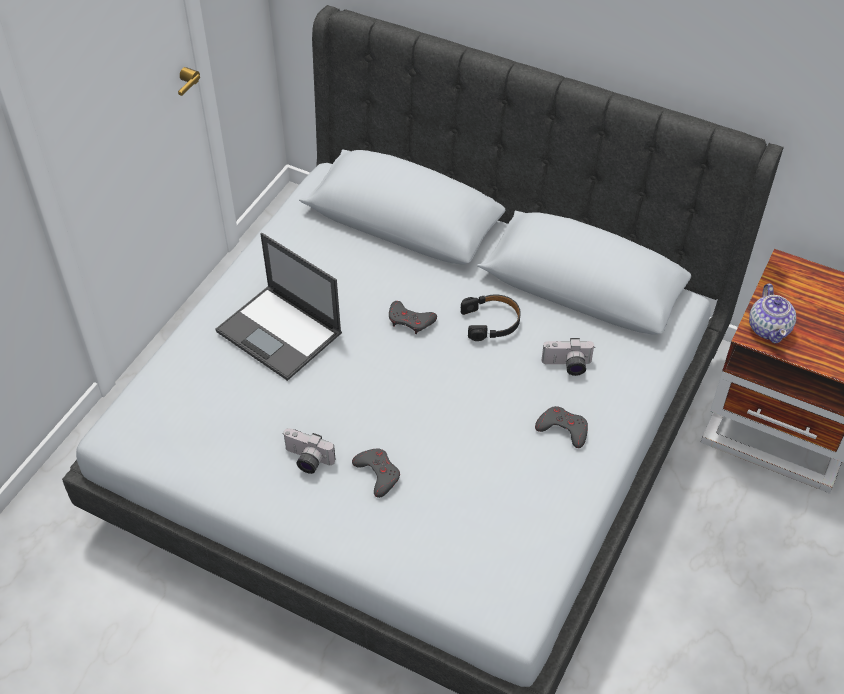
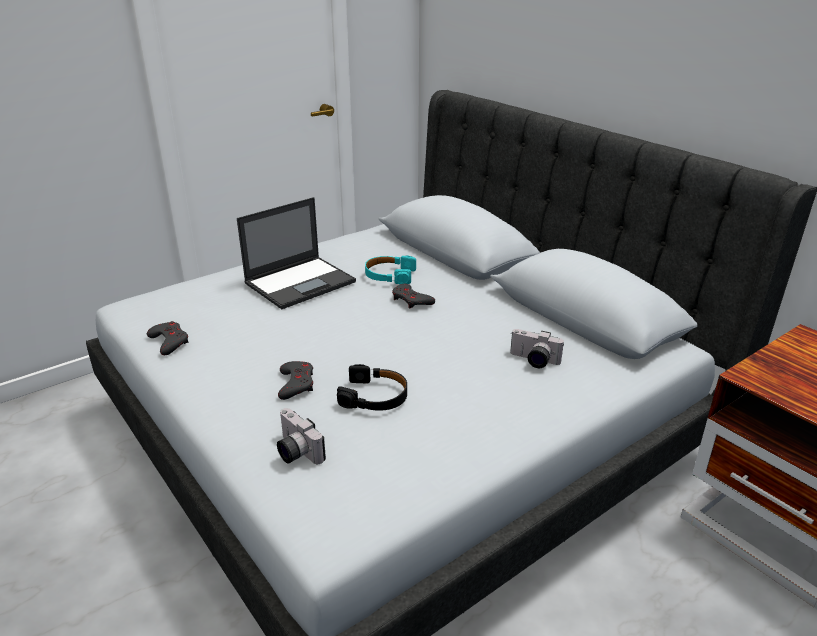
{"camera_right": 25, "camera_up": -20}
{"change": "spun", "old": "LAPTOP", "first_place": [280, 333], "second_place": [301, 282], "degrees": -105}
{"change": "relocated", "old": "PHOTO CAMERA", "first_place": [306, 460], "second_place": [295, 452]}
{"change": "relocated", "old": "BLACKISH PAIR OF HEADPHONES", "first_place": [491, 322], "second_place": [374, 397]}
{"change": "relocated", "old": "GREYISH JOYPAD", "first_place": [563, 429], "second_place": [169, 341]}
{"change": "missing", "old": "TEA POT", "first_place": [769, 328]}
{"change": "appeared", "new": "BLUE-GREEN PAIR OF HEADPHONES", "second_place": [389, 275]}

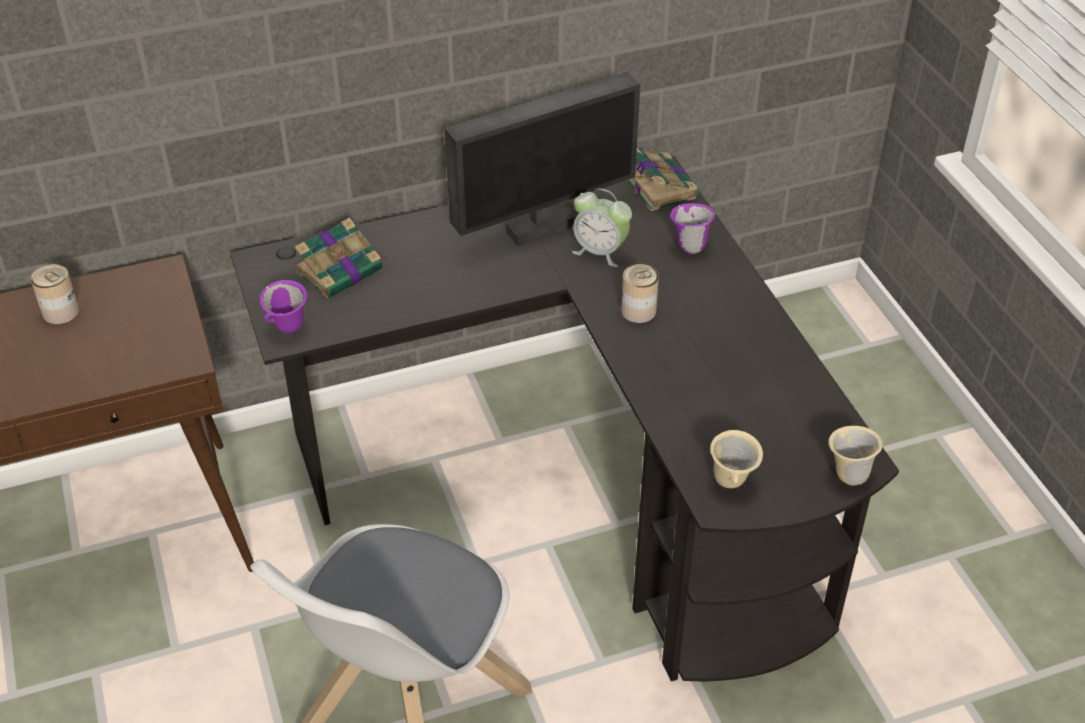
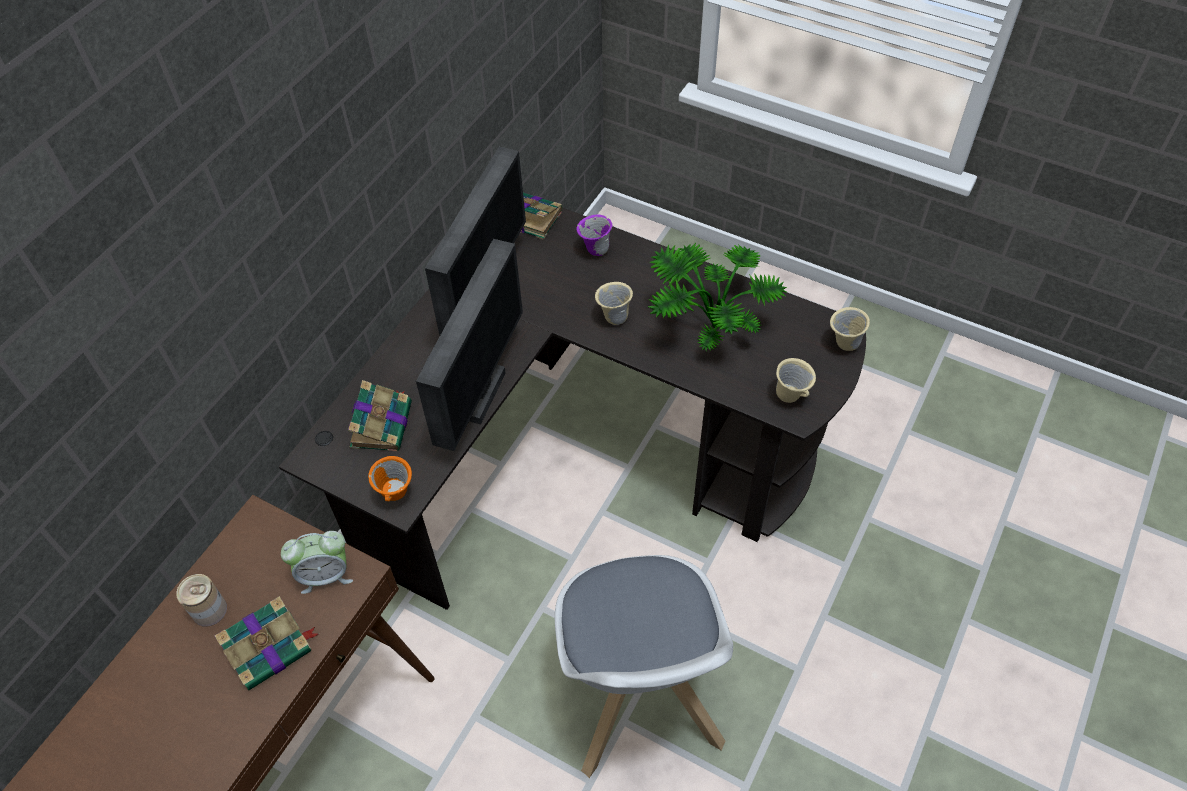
{"camera_right": -40, "camera_up": 10}
{"change": "colour", "old": "PURPLE-COLOURED TEA MUG", "new": "ORANGE TEA MUG", "first_place": [288, 329], "second_place": [396, 495]}
{"change": "relocated", "old": "ALARM CLOCK", "first_place": [600, 252], "second_place": [325, 575]}
{"change": "exchanged", "old": "CAN", "new": "SAND-COLOURED TEA MUG", "first_place": [638, 311], "second_place": [613, 317]}
{"change": "appeared", "new": "BOOK", "second_place": [270, 648]}
{"change": "appeared", "new": "COMPUTER DISPLAY", "second_place": [480, 395]}
{"change": "appeared", "new": "HOUSEPLANT", "second_place": [707, 323]}

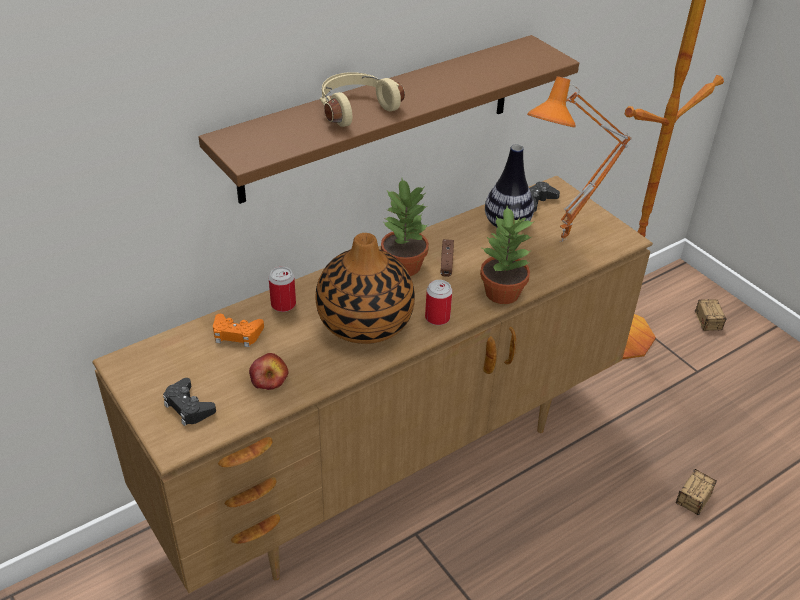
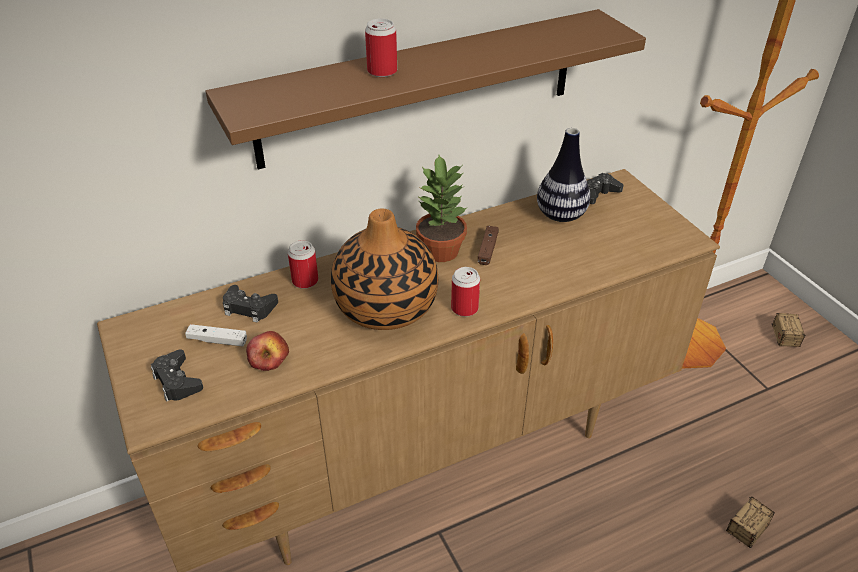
{"camera_right": 10, "camera_up": 0}
{"change": "colour", "old": "ORANGE JOYPAD", "new": "BLACKISH JOYPAD", "first_place": [236, 334], "second_place": [249, 308]}
{"change": "exchanged", "old": "SAND-COLOURED PAIR OF HEADPHONES", "new": "CAN", "first_place": [355, 108], "second_place": [382, 71]}
{"change": "missing", "old": "HOUSEPLANT", "first_place": [502, 293]}
{"change": "missing", "old": "ORANGE TABLE LAMP", "first_place": [565, 242]}
{"change": "appeared", "new": "WHITE JOYPAD", "second_place": [217, 340]}

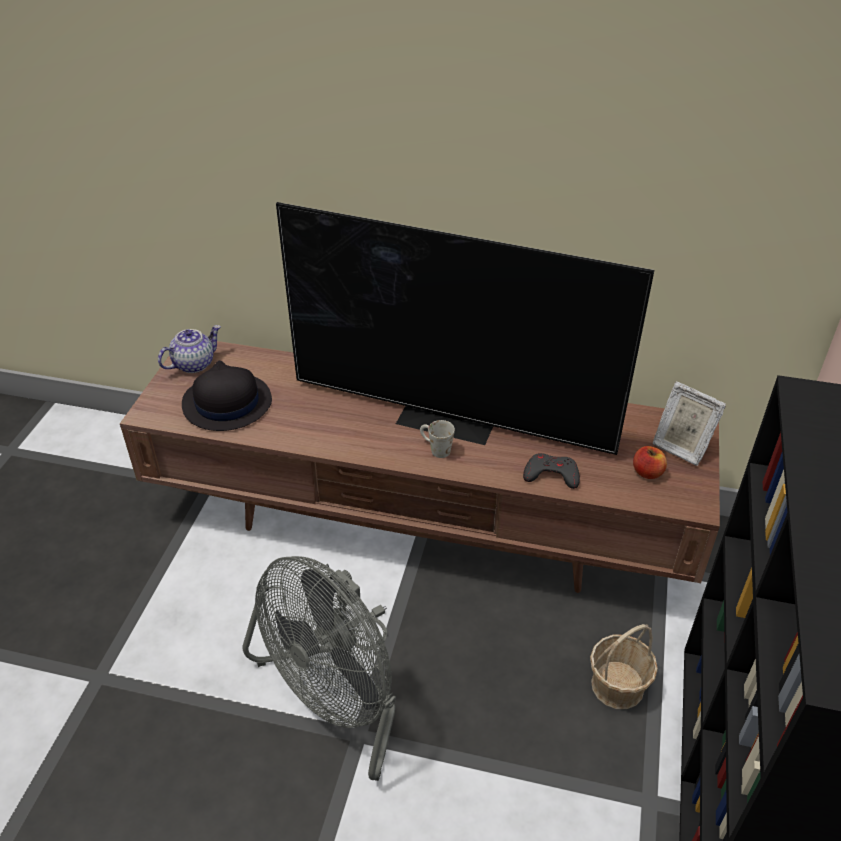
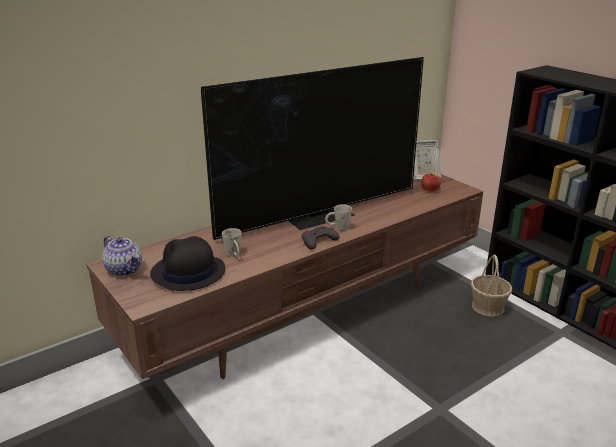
{"camera_right": -50, "camera_up": -15}
{"change": "spun", "old": "TEA POT", "first_place": [194, 363], "second_place": [125, 269], "degrees": 135}
{"change": "missing", "old": "GREYISH FAN", "first_place": [338, 690]}
{"change": "relocated", "old": "GREYISH JOYPAD", "first_place": [551, 474], "second_place": [318, 241]}
{"change": "appeared", "new": "WHITE TEA MUG", "second_place": [234, 255]}

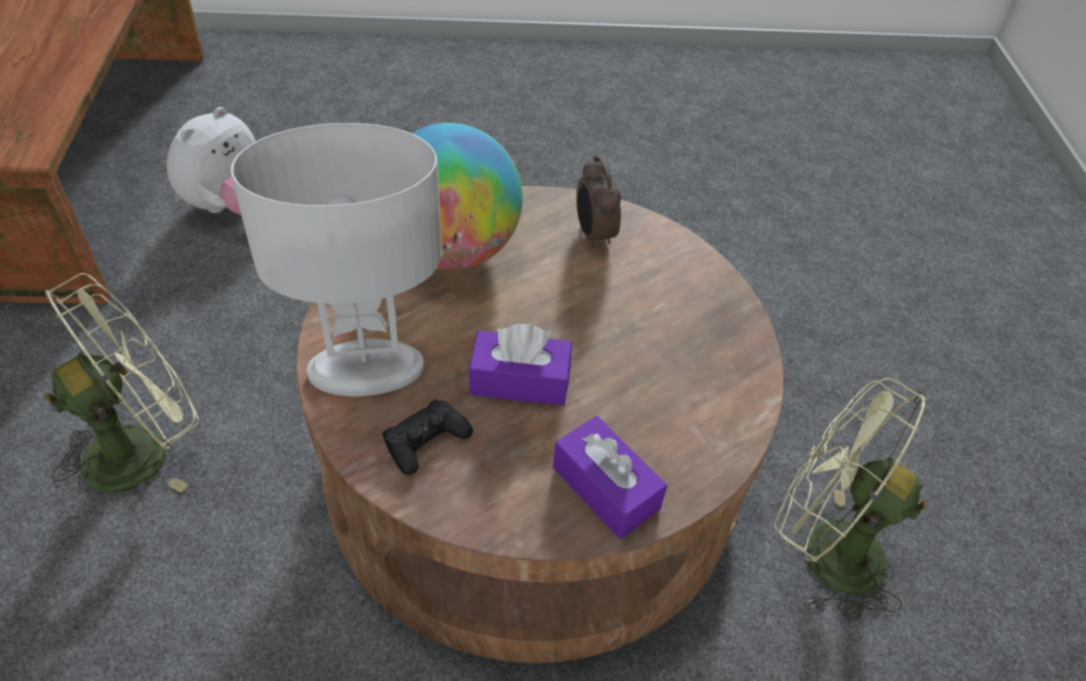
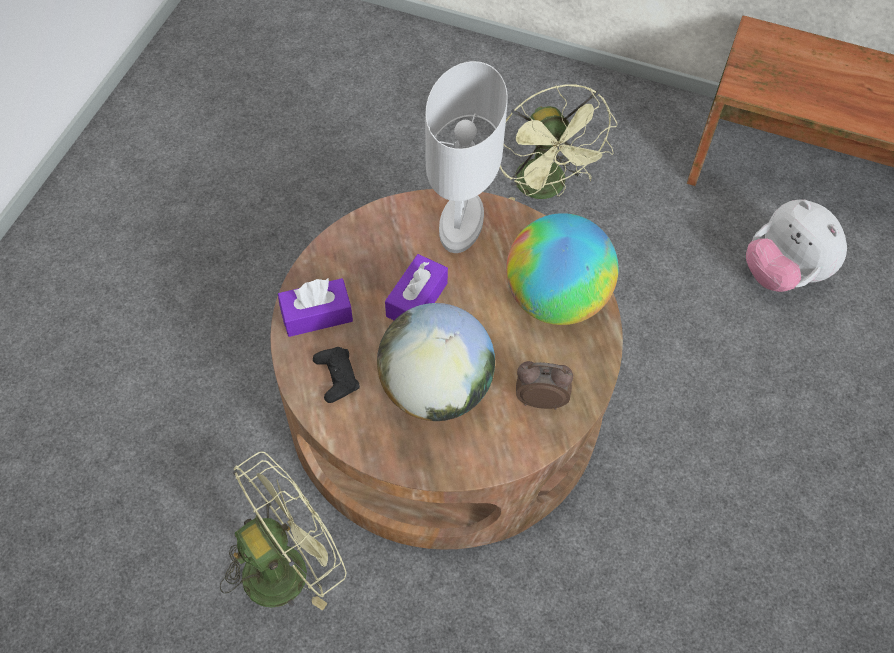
{"camera_right": 115, "camera_up": 10}
{"change": "relocated", "old": "BLACKISH JOYPAD", "first_place": [426, 440], "second_place": [336, 376]}
{"change": "appeared", "new": "GLOBE", "second_place": [436, 389]}

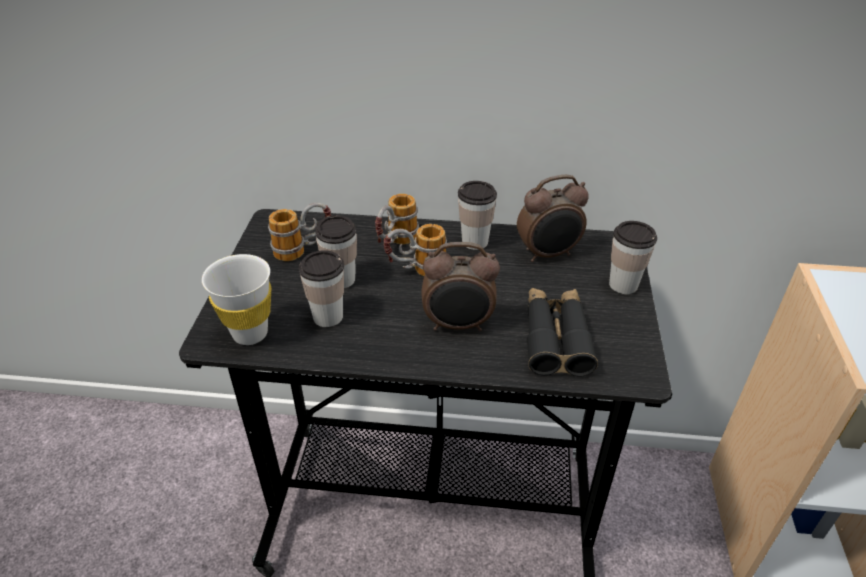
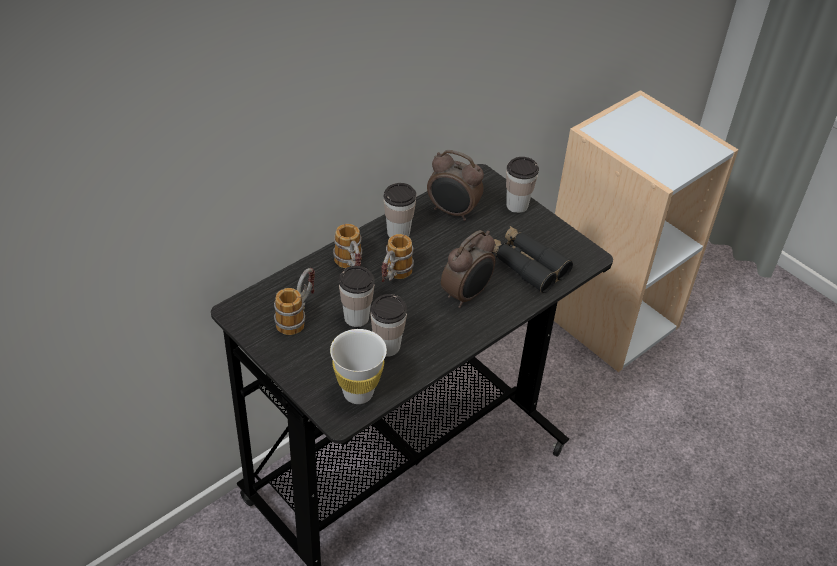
{"camera_right": -50, "camera_up": 5}
{"change": "spun", "old": "ALARM CLOCK", "first_place": [548, 254], "second_place": [452, 212], "degrees": 90}

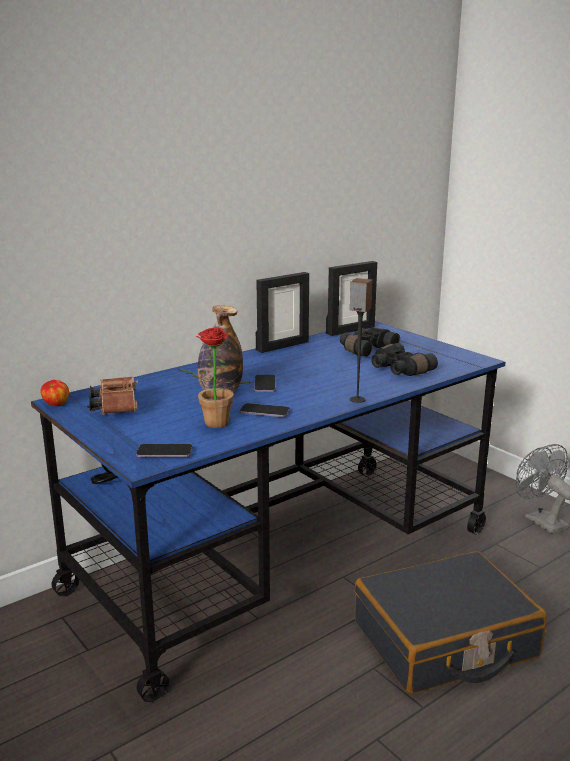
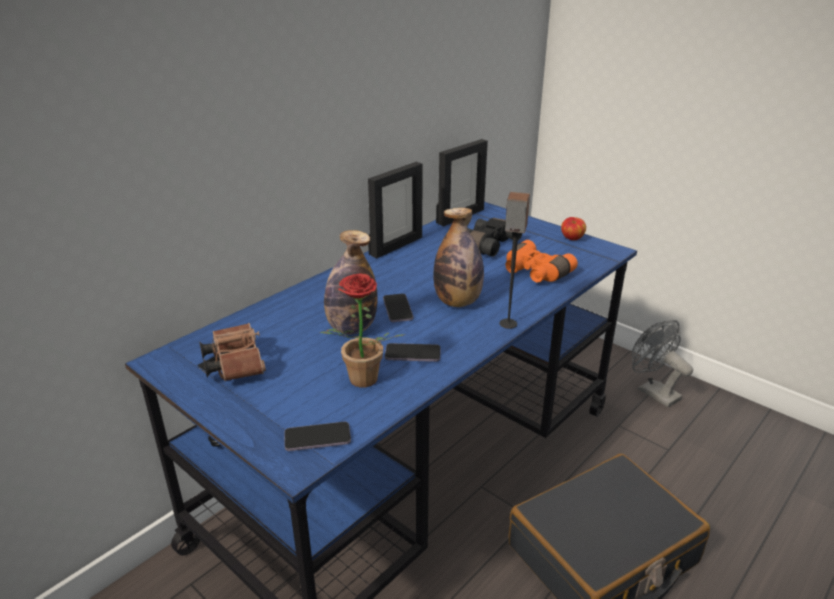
{"camera_right": -10, "camera_up": 10}
{"change": "relocated", "old": "APPLE", "first_place": [56, 405], "second_place": [572, 239]}
{"change": "colour", "old": "BLACKISH BINOCULARS", "new": "ORANGE BINOCULARS", "first_place": [399, 370], "second_place": [535, 273]}
{"change": "appeared", "new": "DRINK BOTTLE", "second_place": [457, 302]}

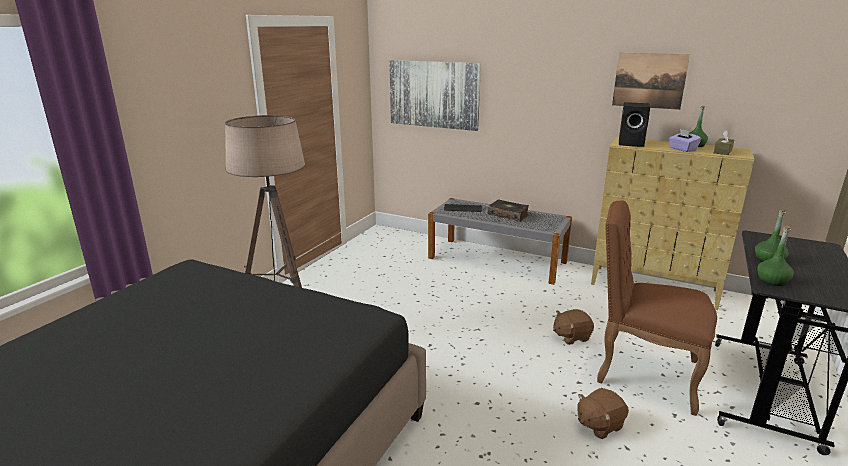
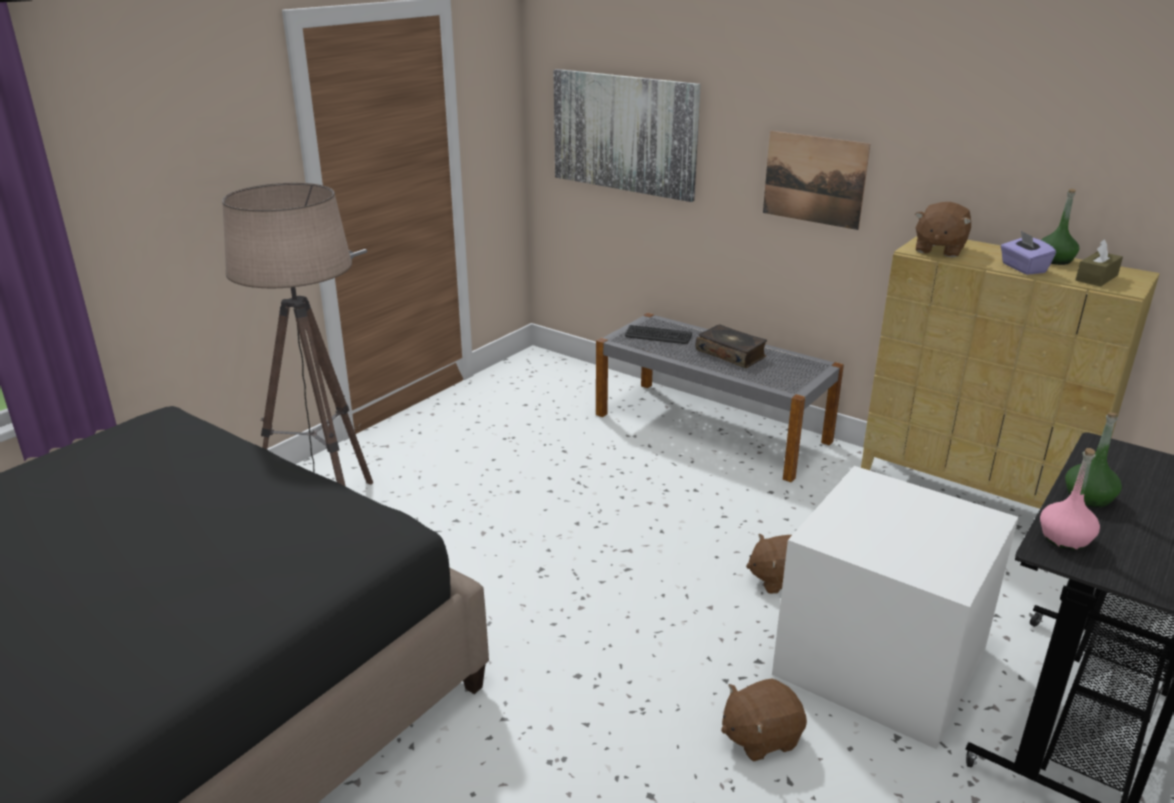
{"camera_right": 10, "camera_up": 5}
{"change": "exchanged", "old": "BROWN-COLOURED UPRIGHT CHAIR", "new": "WHITE STORAGE BOX", "first_place": [644, 373], "second_place": [878, 658]}
{"change": "relocated", "old": "PICTURE", "first_place": [649, 80], "second_place": [814, 179]}
{"change": "exchanged", "old": "BLACKISH SPEAKER", "new": "BROWN-COLOURED PLUSH TOY", "first_place": [632, 143], "second_place": [938, 249]}
{"change": "colour", "old": "GREEN-COLOURED DRINK BOTTLE", "new": "PINK-COLOURED DRINK BOTTLE", "first_place": [772, 281], "second_place": [1065, 539]}

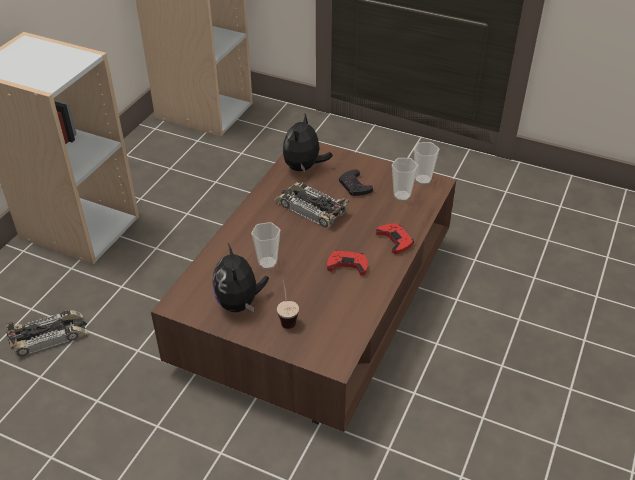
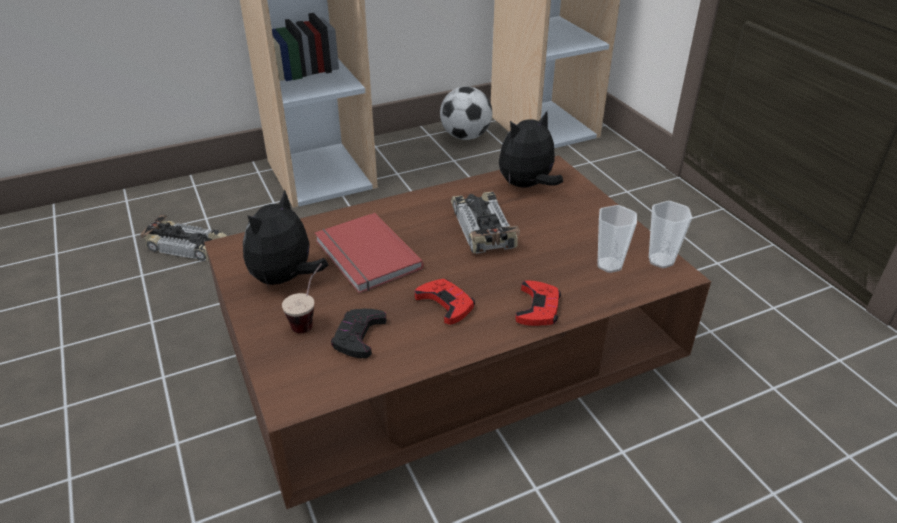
{"camera_right": 40, "camera_up": -5}
{"change": "exchanged", "old": "SMALL CUP", "new": "REDDISH BOOK", "first_place": [267, 263], "second_place": [365, 256]}
{"change": "relocated", "old": "BLACKISH JOYPAD", "first_place": [355, 186], "second_place": [358, 336]}
{"change": "appeared", "new": "BALL FOR FOOTBALL", "second_place": [465, 136]}

